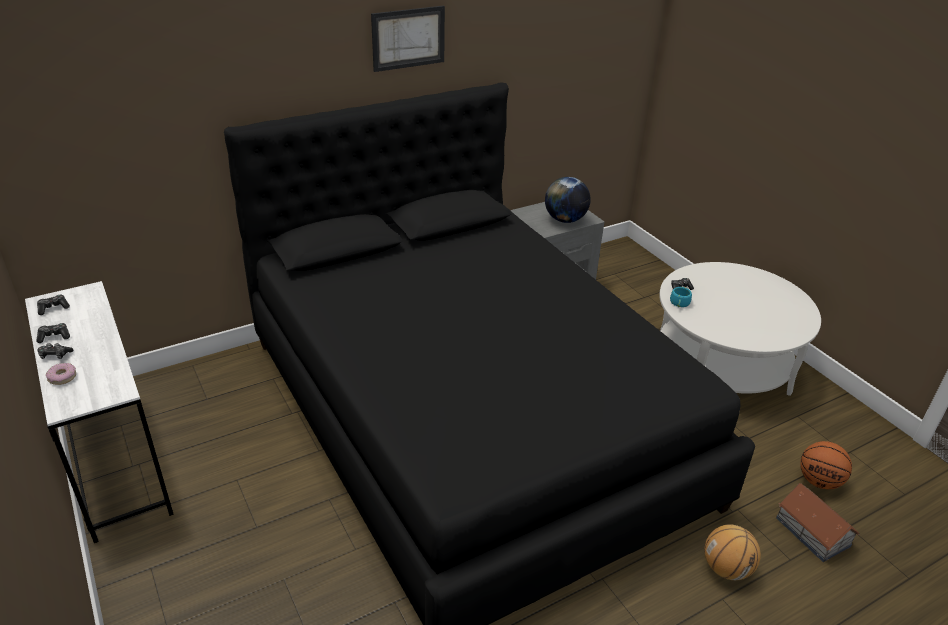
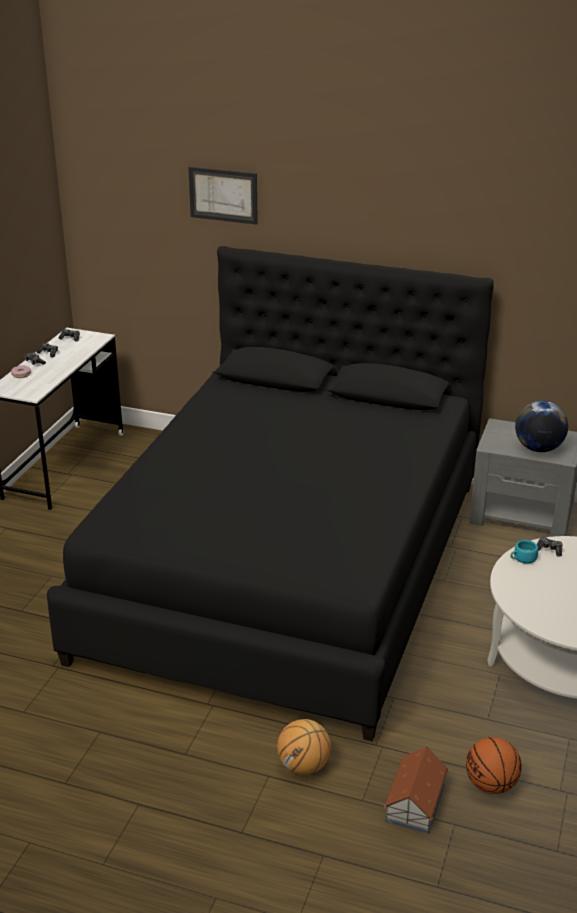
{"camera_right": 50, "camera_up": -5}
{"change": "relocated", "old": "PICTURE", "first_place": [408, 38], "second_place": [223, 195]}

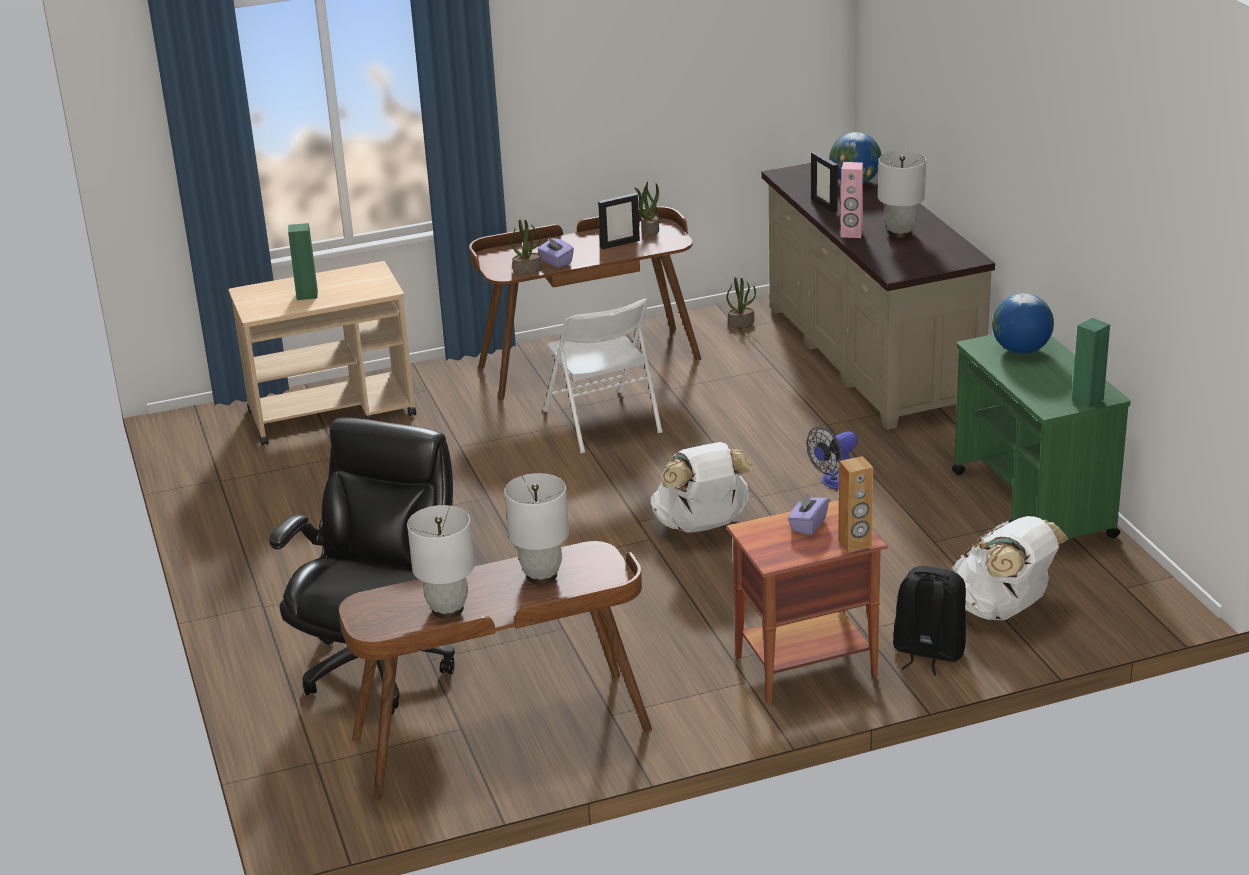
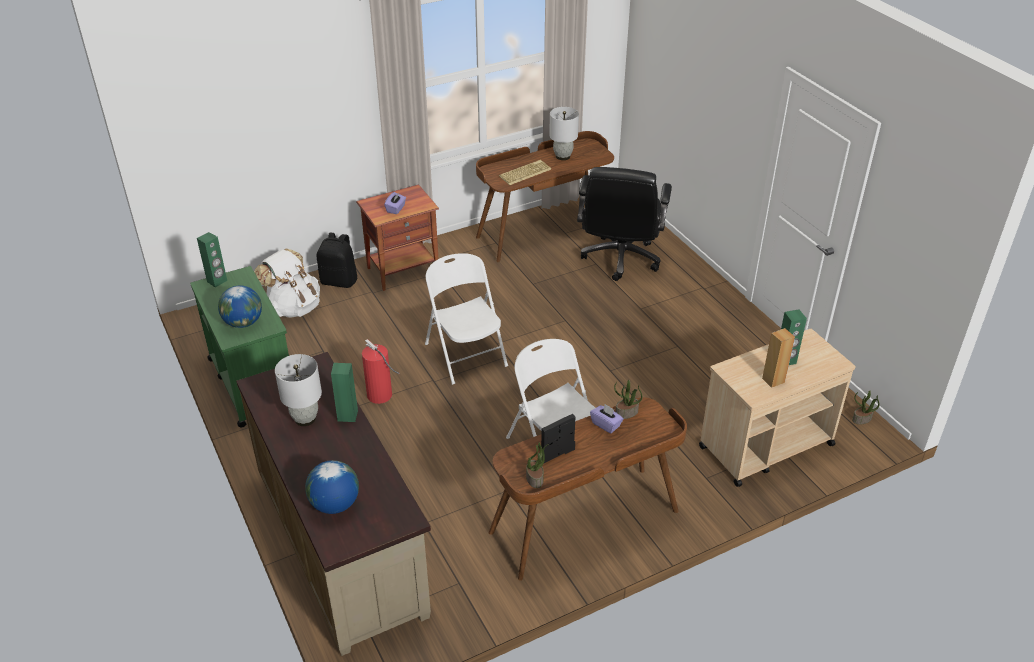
{"camera_right": 170, "camera_up": 10}
{"change": "exchanged", "old": "WHITE TABLE LAMP", "new": "PC KEYBOARD", "first_place": [541, 575], "second_place": [525, 172]}
{"change": "exchanged", "old": "WHITE KNAPSACK", "new": "WHITE UPRIGHT CHAIR", "first_place": [702, 526], "second_place": [466, 355]}
{"change": "relocated", "old": "HOUSEPLANT", "first_place": [741, 323], "second_place": [861, 419]}
{"change": "exchanged", "old": "FAN", "new": "FIRE EXTINGUISHER", "first_place": [835, 482], "second_place": [380, 395]}
{"change": "missing", "old": "PICTURE FRAME", "first_place": [824, 205]}
{"change": "relocated", "old": "BROWN-COLOURED SPEAKER", "first_place": [855, 544], "second_place": [773, 380]}
{"change": "colour", "old": "PINK-COLOURED SPEAKER", "new": "GREEN-COLOURED SPEAKER", "first_place": [851, 234], "second_place": [347, 415]}

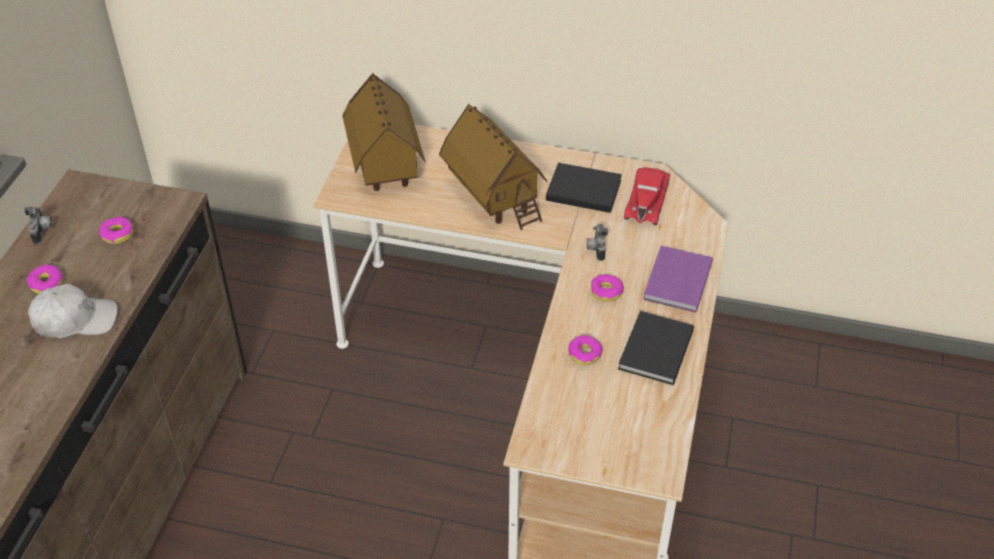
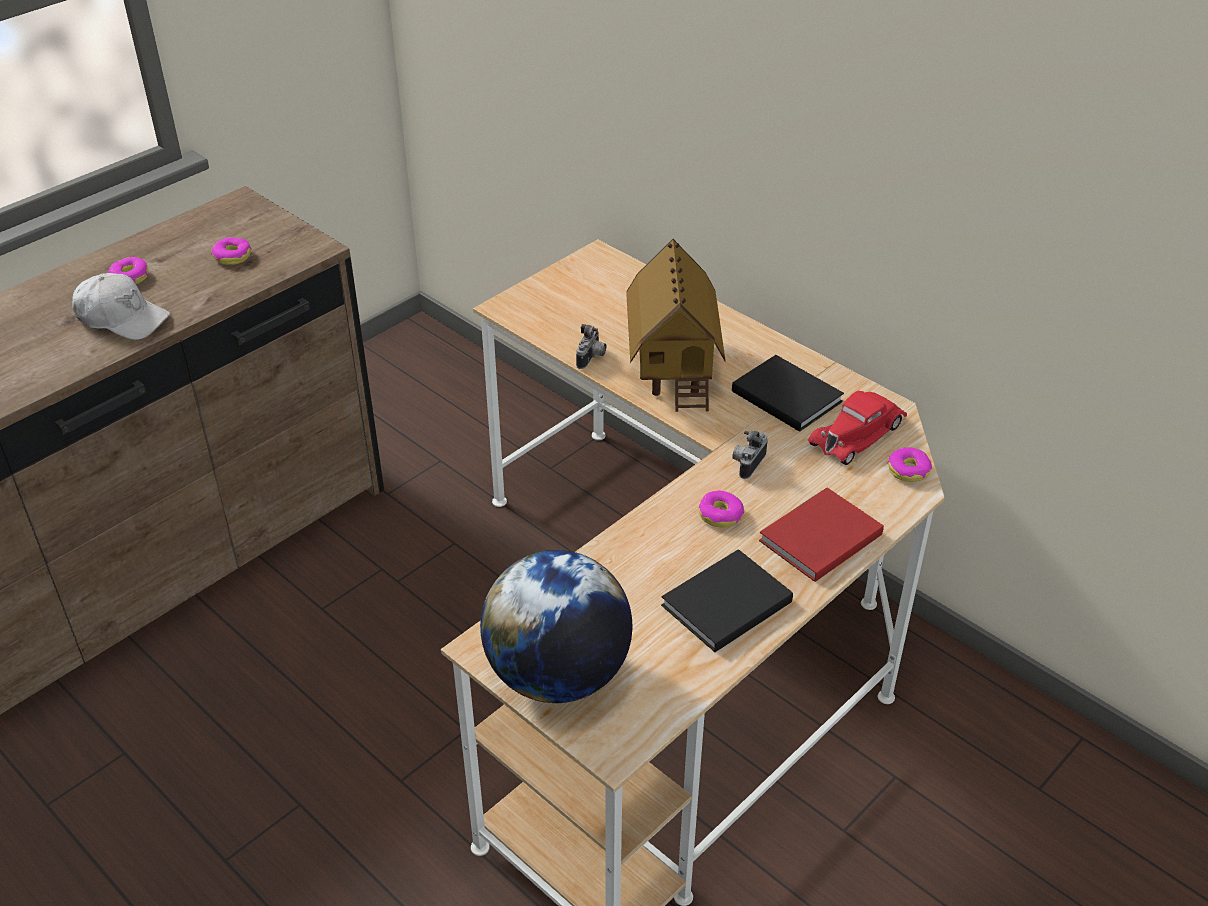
{"camera_right": 30, "camera_up": -5}
{"change": "relocated", "old": "PHOTO CAMERA", "first_place": [42, 232], "second_place": [592, 358]}
{"change": "missing", "old": "MODEL HOUSE", "first_place": [384, 167]}
{"change": "relocated", "old": "DONUT", "first_place": [584, 354], "second_place": [908, 470]}
{"change": "colour", "old": "PURPLE-COLOURED BOOK", "new": "REDDISH BOOK", "first_place": [676, 282], "second_place": [817, 538]}
{"change": "appeared", "new": "GLOBE", "second_place": [558, 675]}

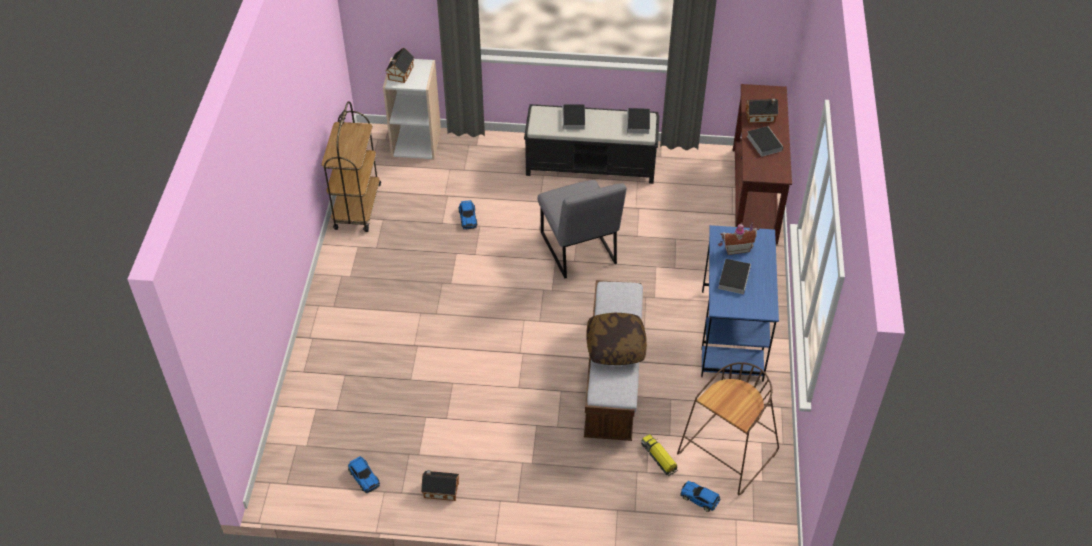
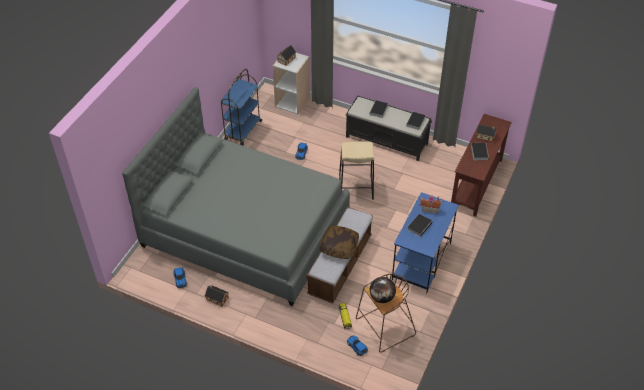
{"camera_right": 20, "camera_up": 0}
{"change": "colour", "old": "BROWN-COLOURED TROLLEY", "new": "BLUE TROLLEY", "first_place": [357, 208], "second_place": [242, 131]}
{"change": "exchanged", "old": "GREYISH UPRIGHT CHAIR", "new": "SAND-COLOURED STOOL SEAT", "first_place": [578, 250], "second_place": [355, 188]}
{"change": "appeared", "new": "GREYISH BEDROOM BED", "second_place": [245, 230]}
{"change": "appeared", "new": "GLOBE", "second_place": [382, 297]}

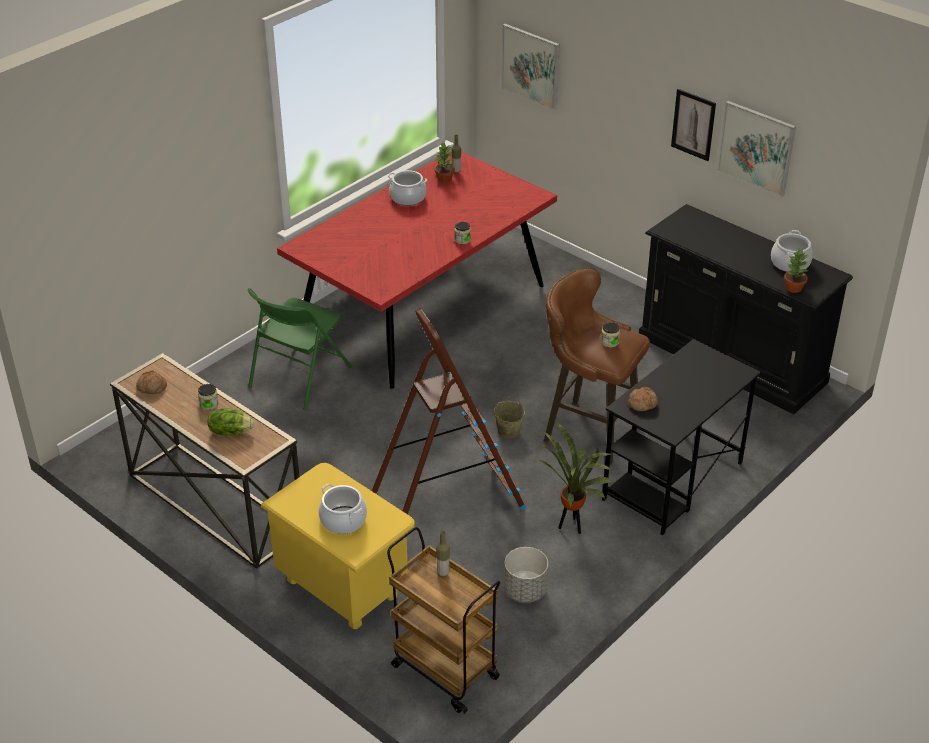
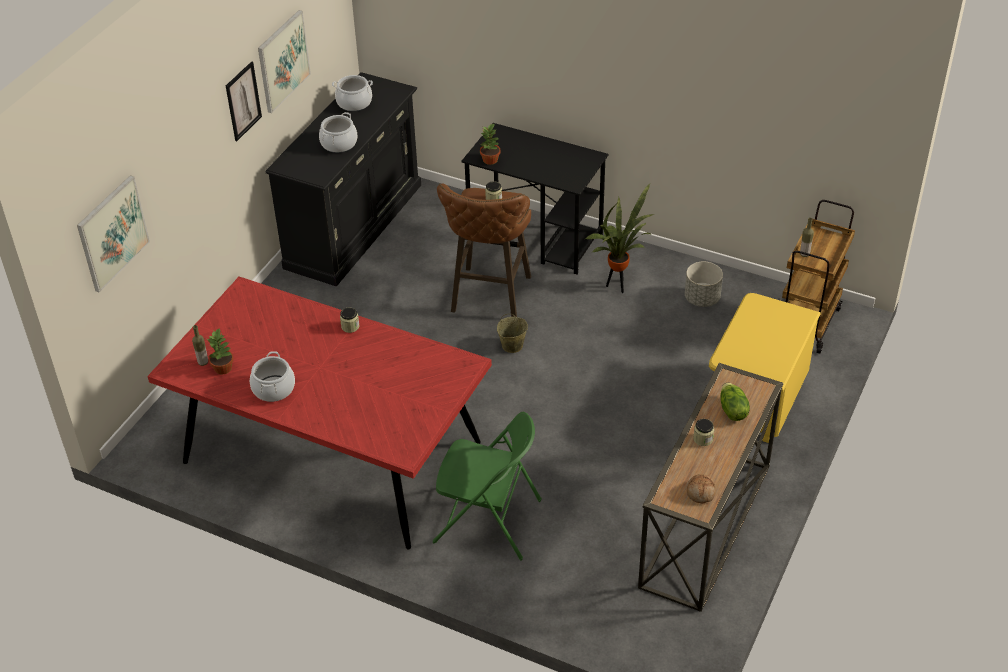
{"camera_right": -105, "camera_up": 5}
{"change": "relocated", "old": "STOCKPOT", "first_place": [343, 520], "second_place": [339, 143]}
{"change": "missing", "old": "BROWN-COLOURED STEP LADDER", "first_place": [446, 506]}
{"change": "missing", "old": "BAKERY BREAD", "first_place": [642, 403]}
{"change": "relocated", "old": "HOUSEPLANT", "first_place": [793, 288], "second_place": [490, 160]}

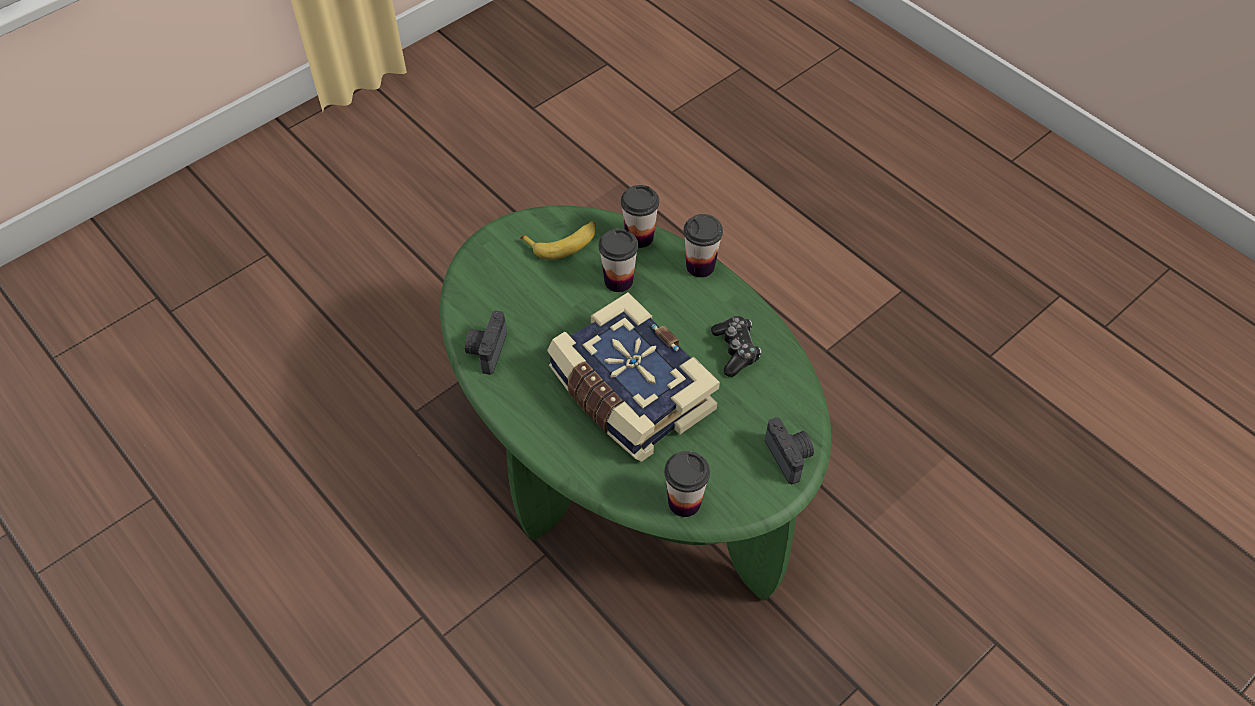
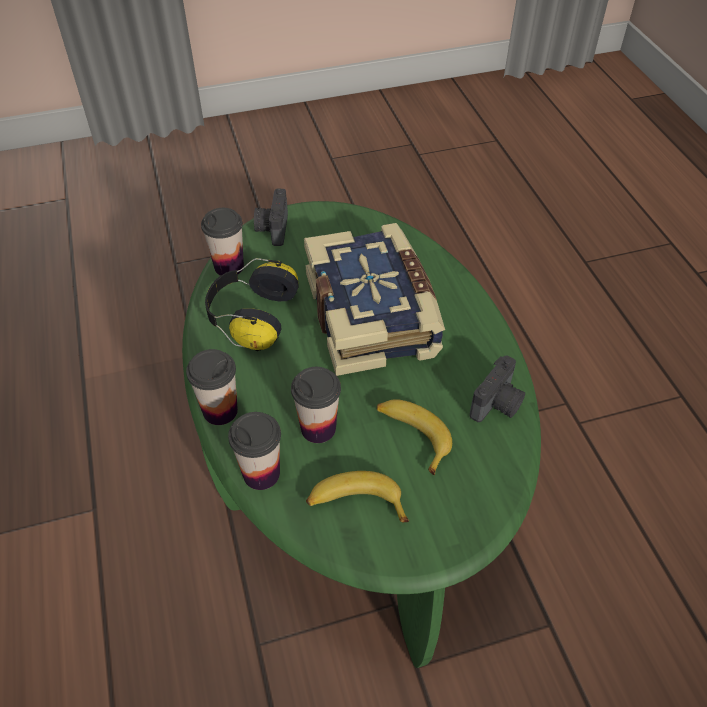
{"camera_right": -155, "camera_up": -5}
{"change": "relocated", "old": "SMALL CUP", "first_place": [684, 502], "second_place": [229, 266]}
{"change": "exchanged", "old": "JOYPAD", "new": "PAIR OF HEADPHONES", "first_place": [736, 350], "second_place": [251, 317]}
{"change": "appeared", "new": "WHOLE BANANA", "second_place": [412, 435]}

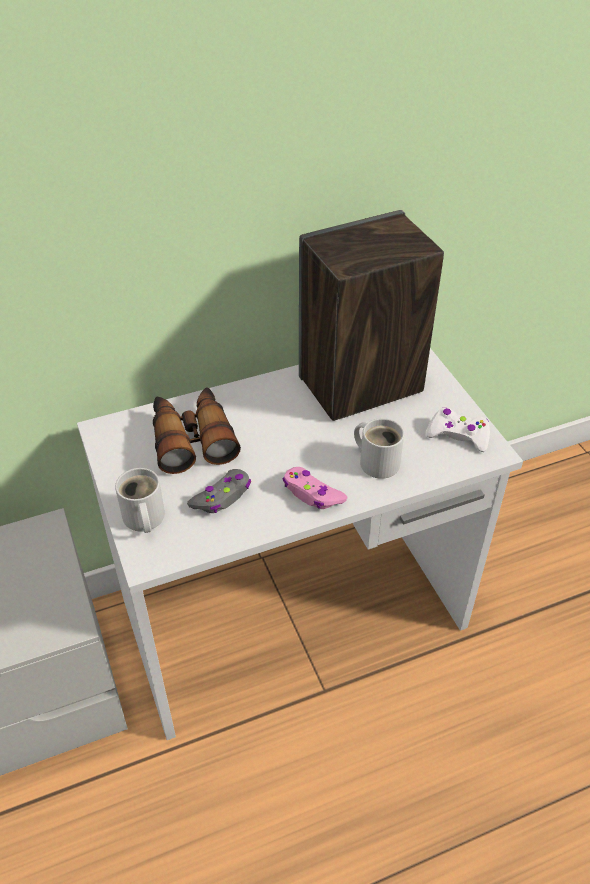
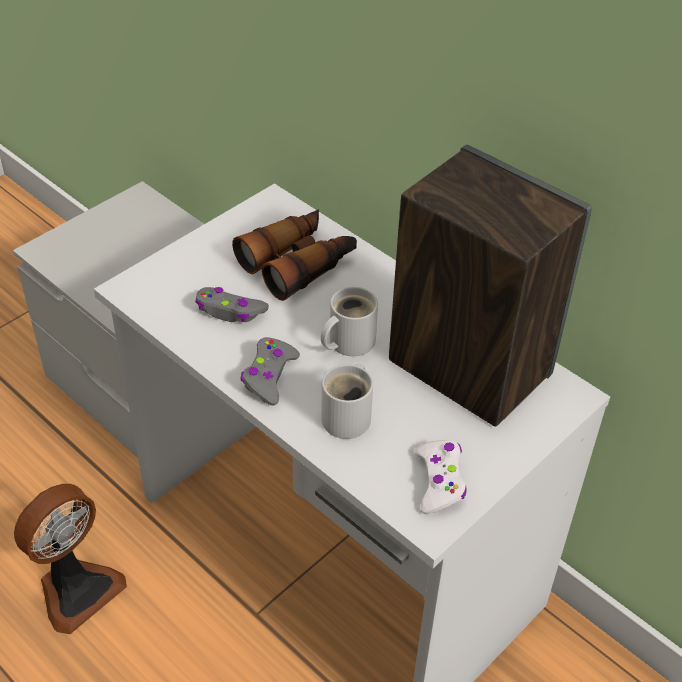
{"camera_right": 65, "camera_up": 0}
{"change": "relocated", "old": "WHITE TEA MUG", "first_place": [142, 519], "second_place": [347, 341]}
{"change": "colour", "old": "PINK-COLOURED JOYPAD", "new": "GREYISH JOYPAD", "first_place": [312, 494], "second_place": [269, 376]}
{"change": "appeared", "new": "FAN", "second_place": [76, 589]}

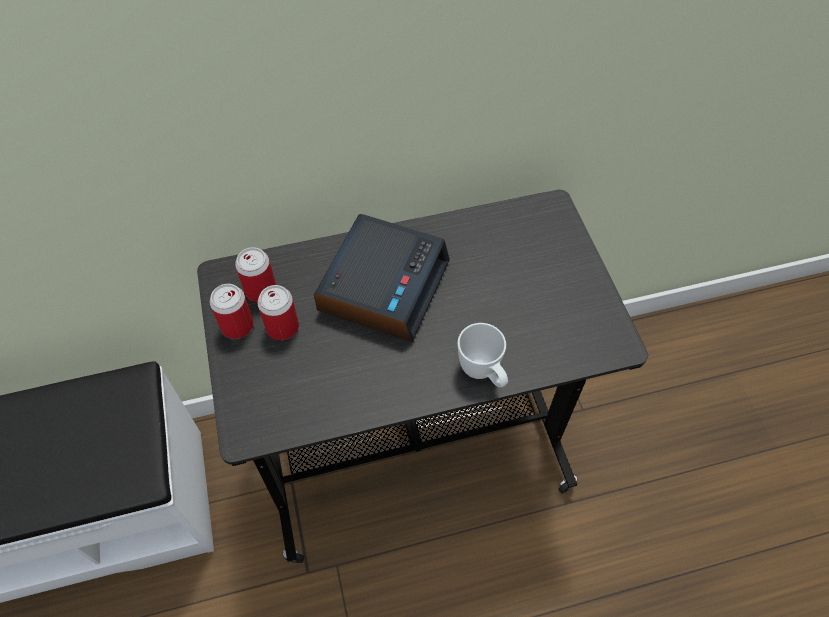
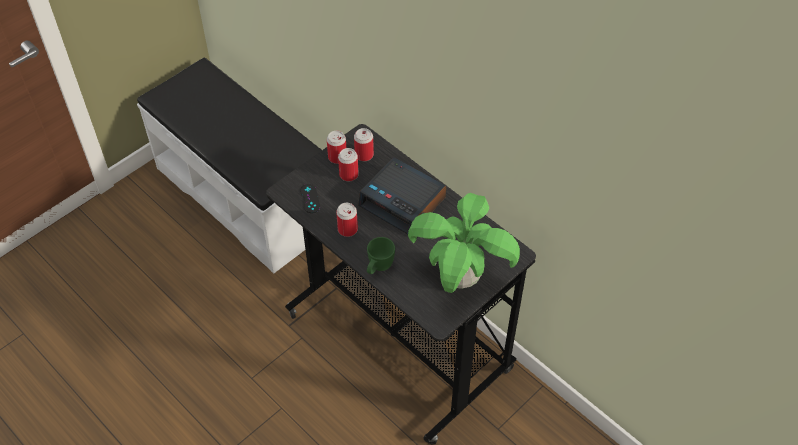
{"camera_right": 60, "camera_up": -5}
{"change": "spun", "old": "ALARM CLOCK", "first_place": [383, 284], "second_place": [403, 202], "degrees": 45}
{"change": "colour", "old": "WHITE TEA MUG", "new": "GREEN-COLOURED TEA MUG", "first_place": [483, 373], "second_place": [378, 268]}
{"change": "appeared", "new": "BLACKISH JOYPAD", "second_place": [310, 198]}
{"change": "appeared", "new": "CAN", "second_place": [347, 229]}
{"change": "appeared", "new": "HOUSEPLANT", "second_place": [459, 278]}

